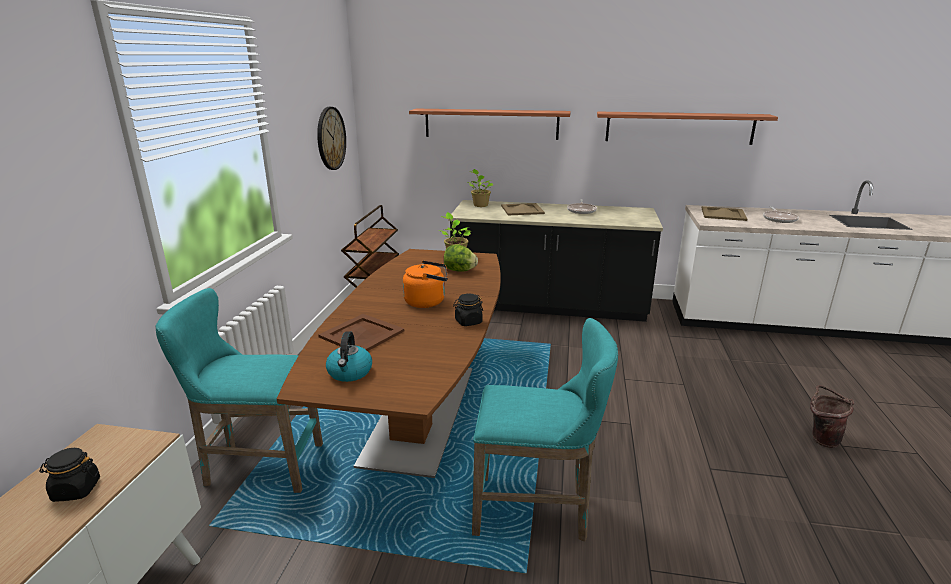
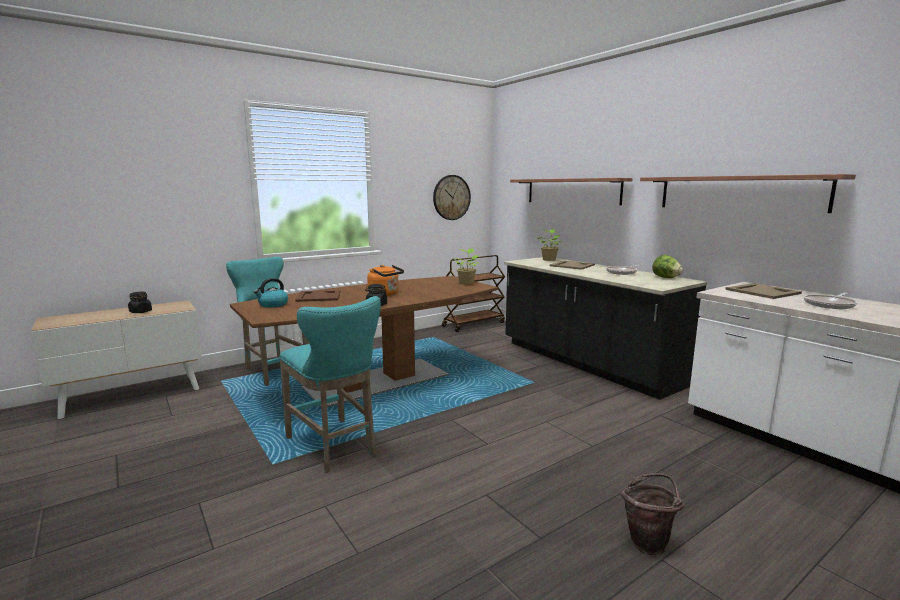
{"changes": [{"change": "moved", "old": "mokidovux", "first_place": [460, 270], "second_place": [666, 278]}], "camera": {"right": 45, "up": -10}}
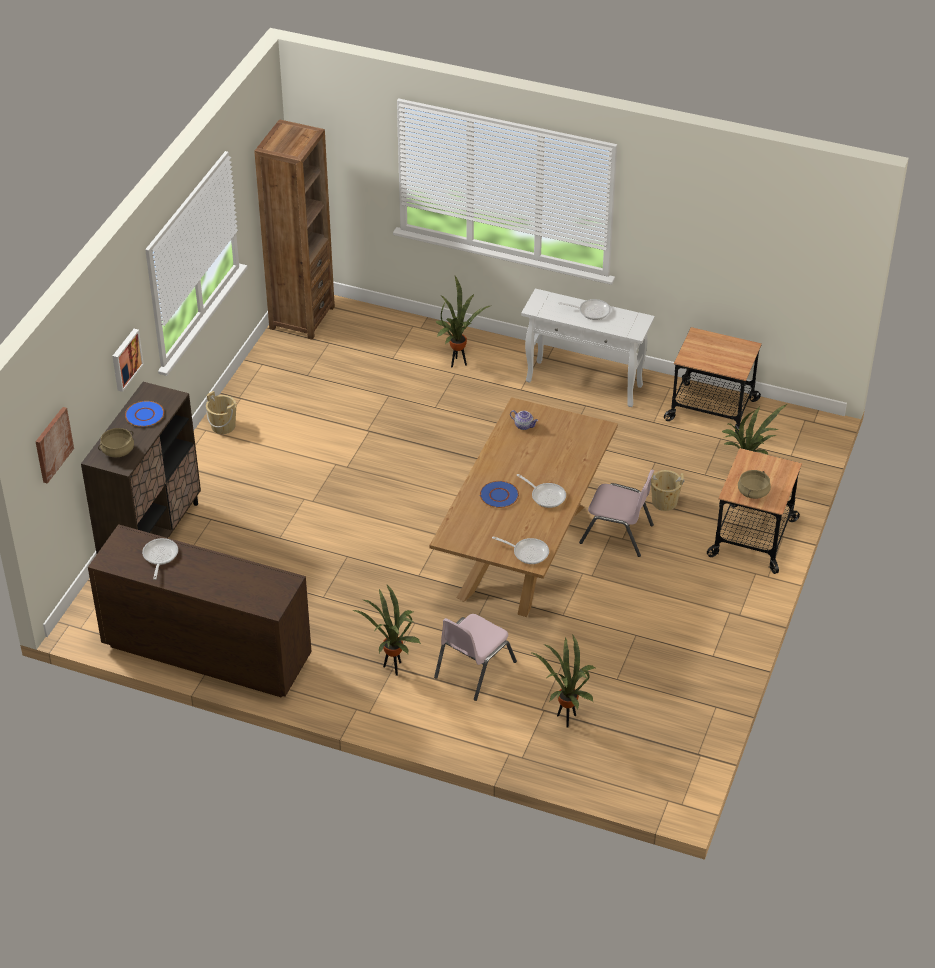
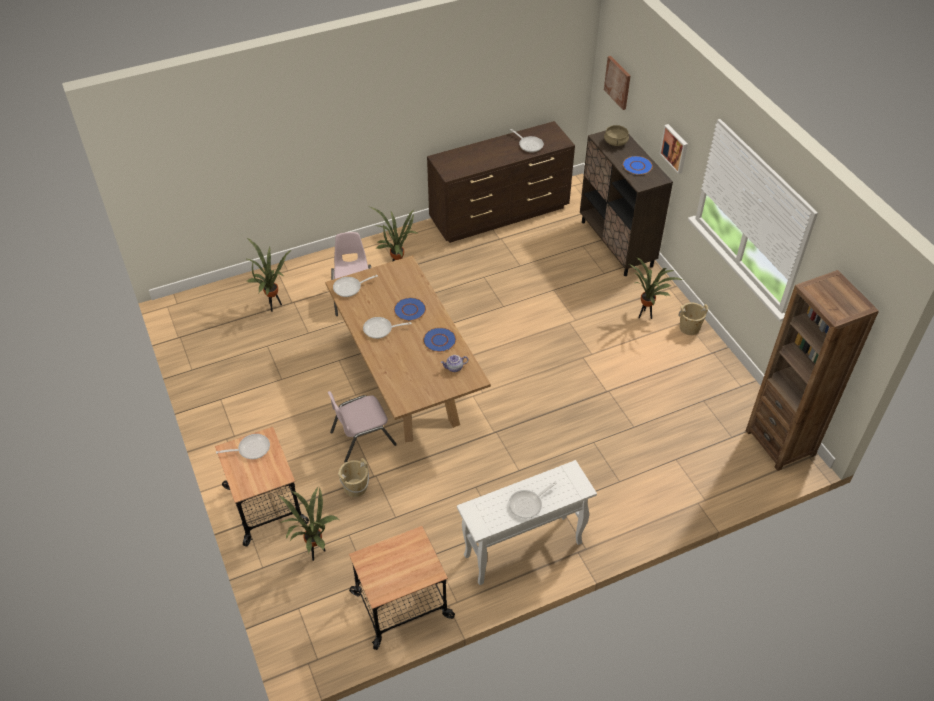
{"changes": [{"change": "moved", "old": "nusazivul", "first_place": [458, 362], "second_place": [645, 316]}, {"change": "replaced", "old": "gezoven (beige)", "new": "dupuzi", "first_place": [753, 492], "second_place": [251, 449]}, {"change": "added", "new": "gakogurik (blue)", "second_place": [439, 340]}], "camera": {"right": 135, "up": 5}}
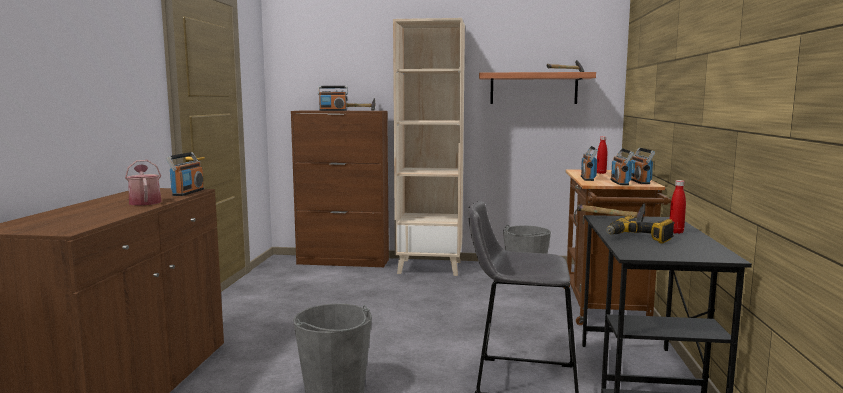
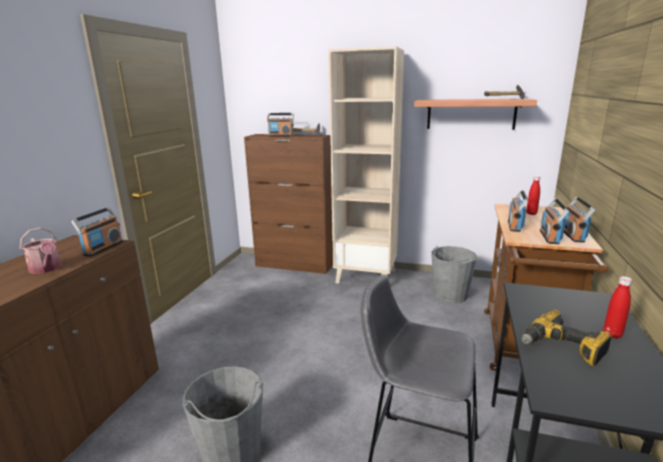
{"changes": [{"change": "turned", "old": "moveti", "first_place": [145, 202], "second_place": [47, 269], "degrees": 150}, {"change": "removed", "old": "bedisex", "first_place": [611, 219]}], "camera": {"right": 10, "up": 10}}
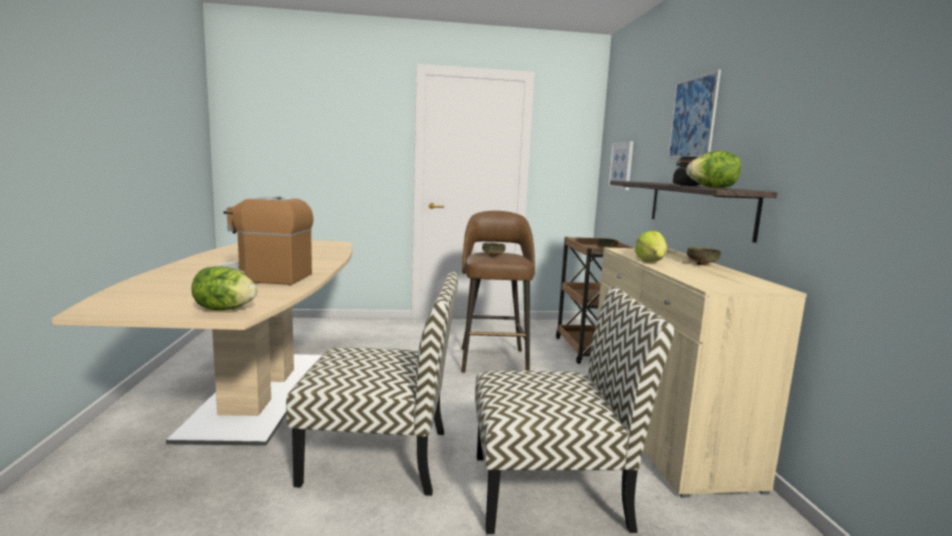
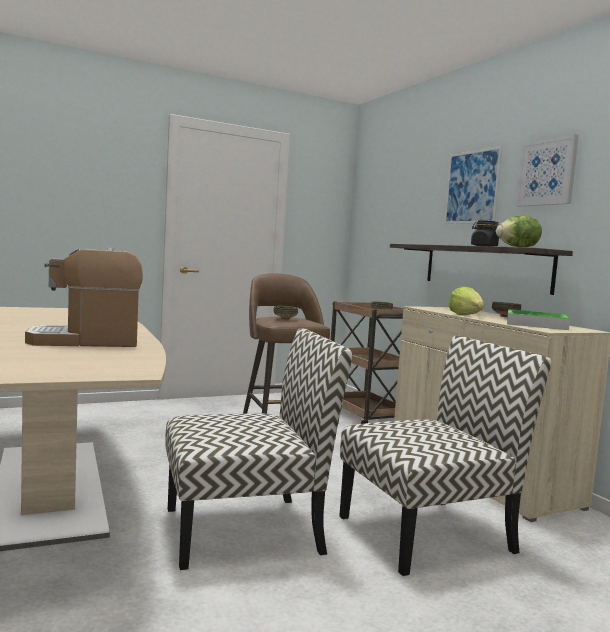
{"changes": [{"change": "removed", "old": "mokidovux", "first_place": [224, 309]}, {"change": "moved", "old": "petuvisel", "first_place": [621, 165], "second_place": [547, 172]}, {"change": "added", "new": "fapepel", "second_place": [536, 324]}], "camera": {"right": -20, "up": -5}}
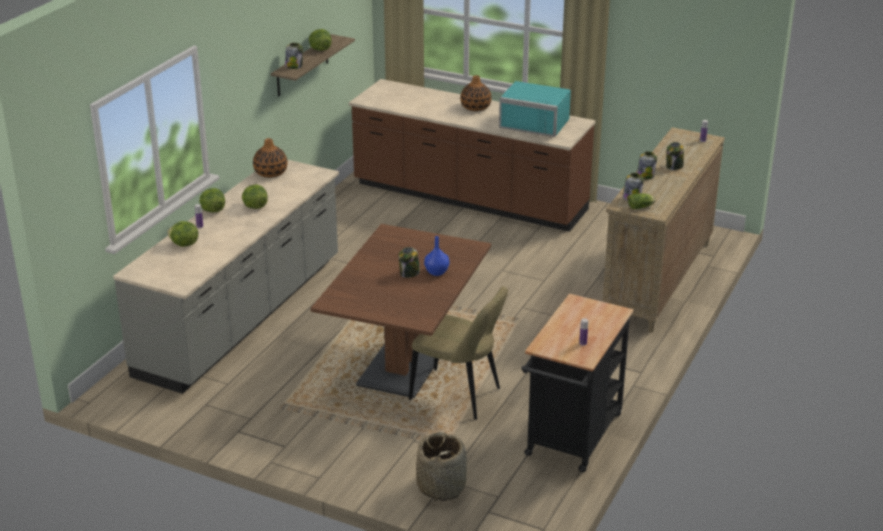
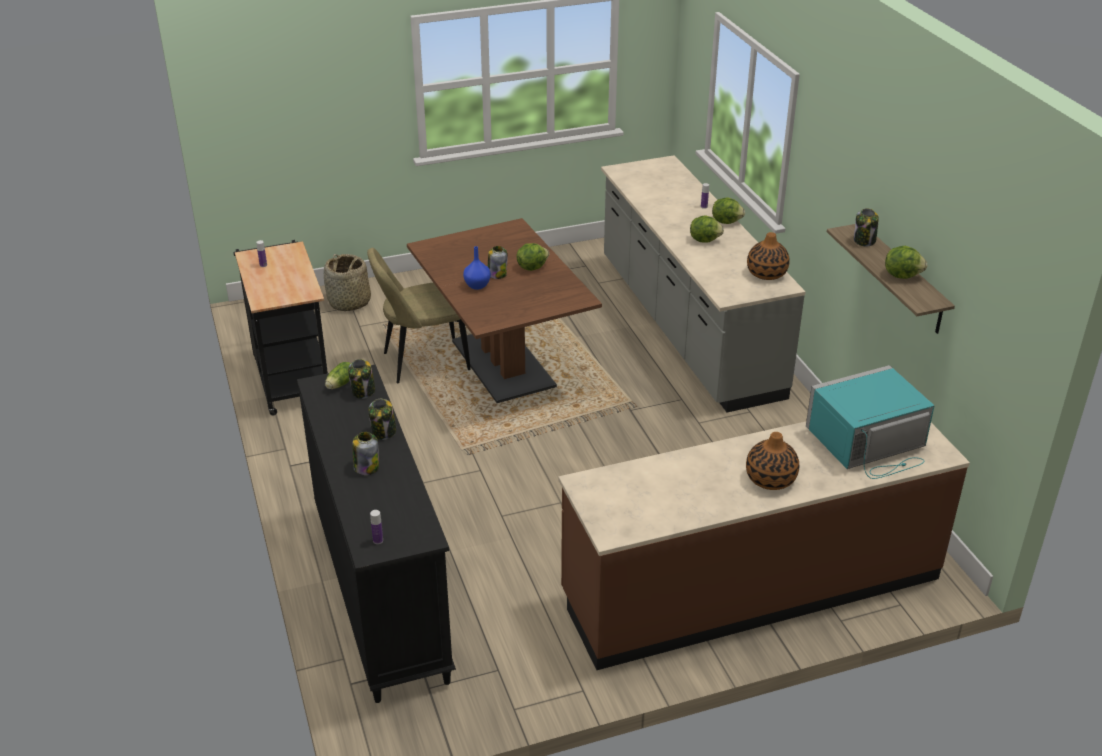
{"changes": [{"change": "moved", "old": "mokidovux", "first_place": [184, 244], "second_place": [531, 267]}, {"change": "moved", "old": "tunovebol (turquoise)", "first_place": [536, 123], "second_place": [868, 444]}, {"change": "recoloured", "old": "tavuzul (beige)", "new": "tavuzul (black)", "first_place": [657, 281], "second_place": [380, 592]}], "camera": {"right": 135, "up": 5}}
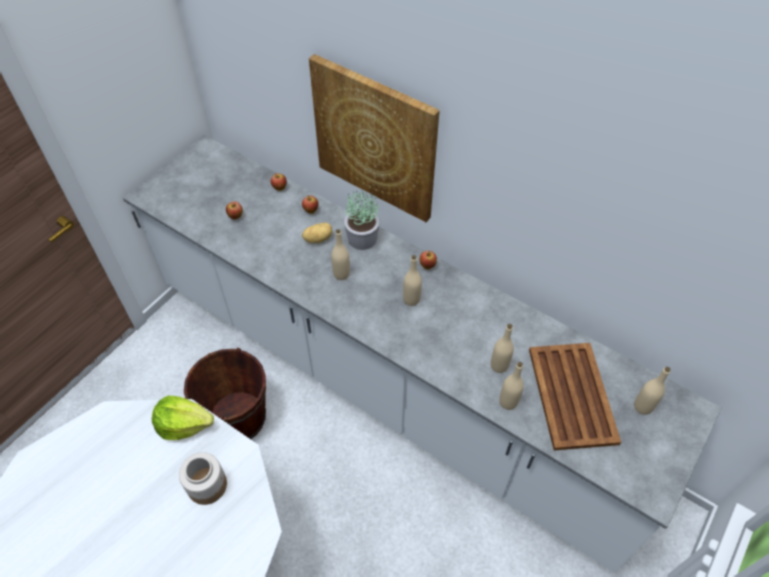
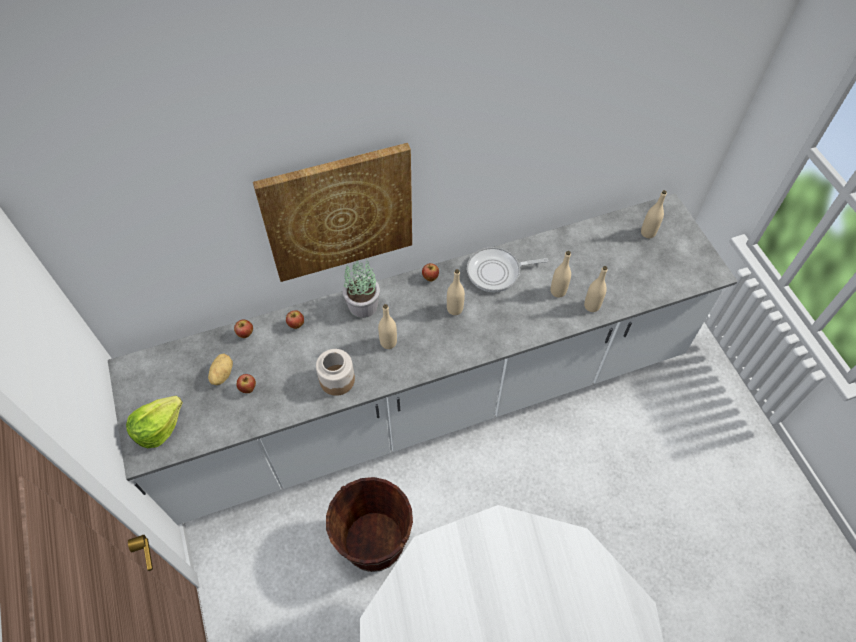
{"changes": [{"change": "moved", "old": "mokidovux", "first_place": [184, 424], "second_place": [158, 428]}, {"change": "moved", "old": "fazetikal", "first_place": [207, 485], "second_place": [337, 379]}, {"change": "moved", "old": "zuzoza", "first_place": [318, 238], "second_place": [221, 374]}, {"change": "removed", "old": "fapepel (brown)", "first_place": [572, 396]}, {"change": "added", "new": "dupuzi", "second_place": [497, 272]}], "camera": {"right": -55, "up": 5}}
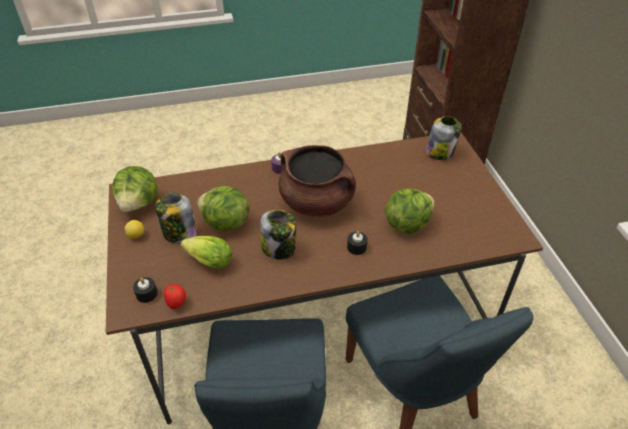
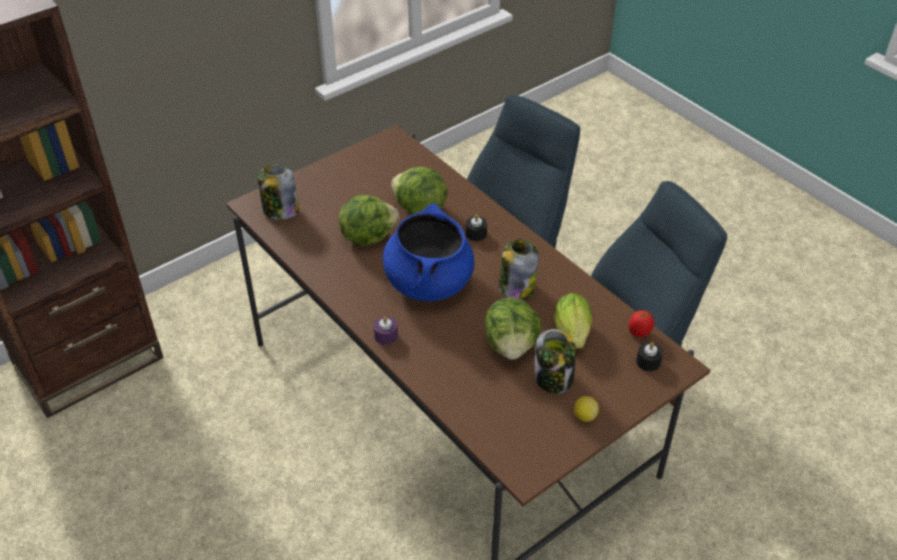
{"changes": [{"change": "moved", "old": "mokidovux", "first_place": [139, 203], "second_place": [367, 236]}, {"change": "recoloured", "old": "gezoven (brown)", "new": "gezoven (blue)", "first_place": [317, 202], "second_place": [428, 282]}], "camera": {"right": -115, "up": 0}}
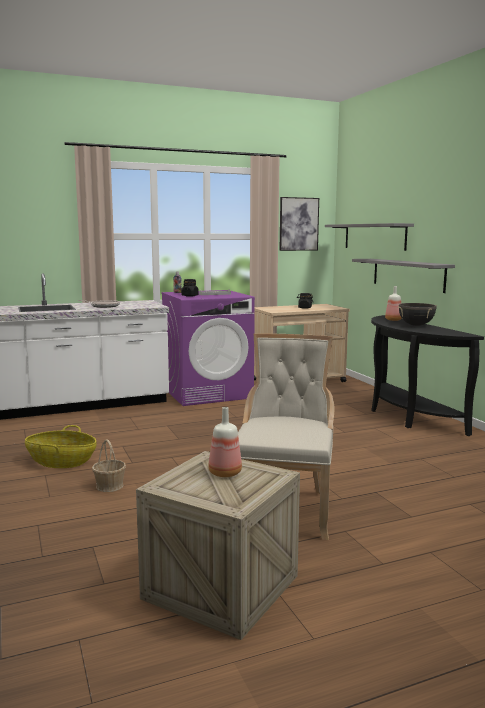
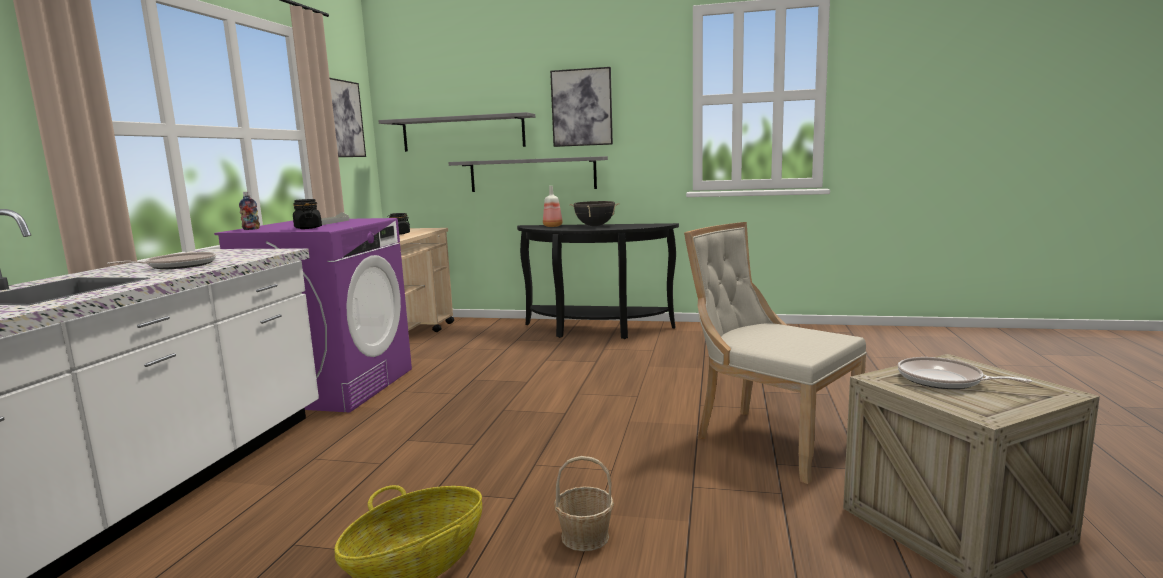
{"changes": [{"change": "replaced", "old": "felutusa", "new": "dupuzi", "first_place": [224, 473], "second_place": [944, 380]}, {"change": "added", "new": "petuvisel", "second_place": [582, 107]}], "camera": {"right": -55, "up": 0}}
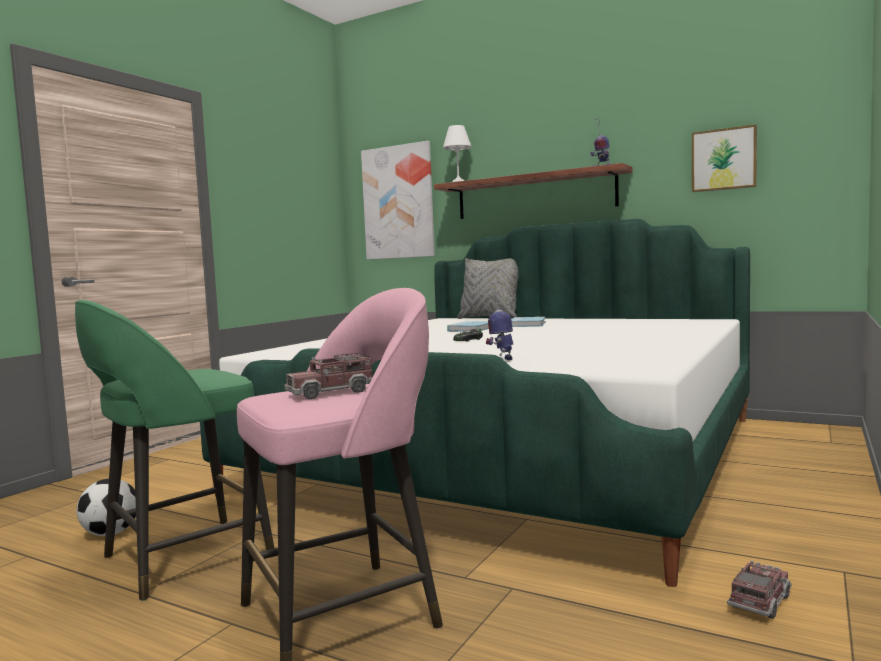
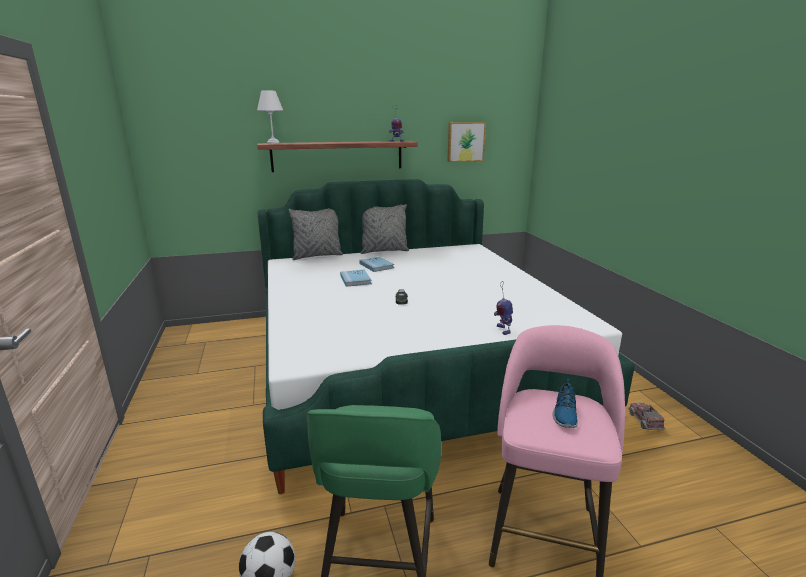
{"changes": [{"change": "replaced", "old": "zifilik", "new": "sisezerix", "first_place": [331, 392], "second_place": [564, 413]}, {"change": "removed", "old": "petuvisel", "first_place": [398, 202]}, {"change": "added", "new": "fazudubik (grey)", "second_place": [384, 251]}], "camera": {"right": -45, "up": 15}}
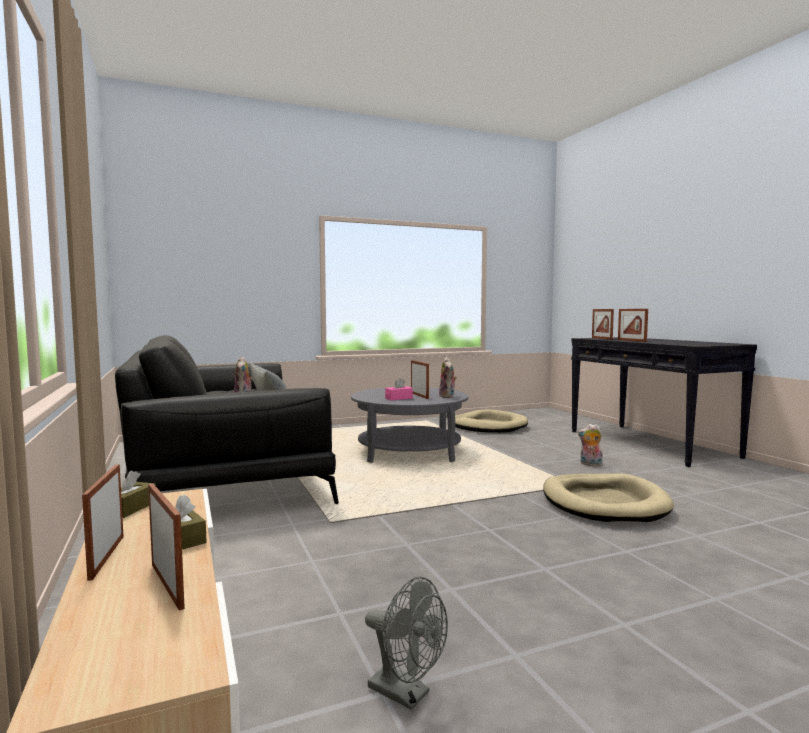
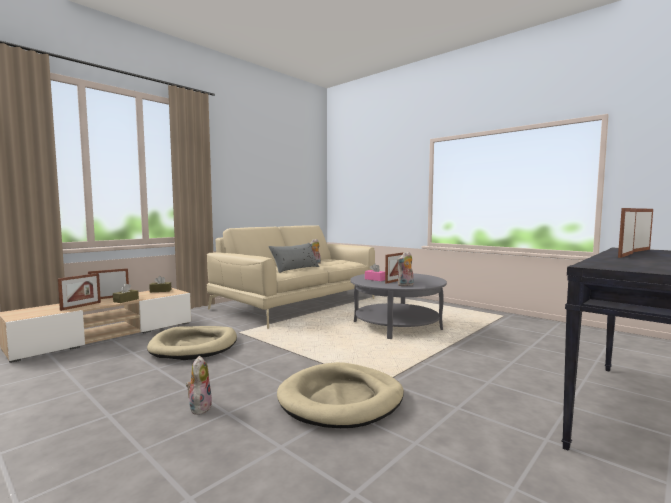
{"changes": [{"change": "recoloured", "old": "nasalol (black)", "new": "nasalol (beige)", "first_place": [224, 474], "second_place": [297, 304]}, {"change": "removed", "old": "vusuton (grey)", "first_place": [407, 694]}, {"change": "moved", "old": "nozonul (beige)", "first_place": [488, 426], "second_place": [194, 346]}, {"change": "moved", "old": "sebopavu", "first_place": [590, 464], "second_place": [199, 407]}], "camera": {"right": 65, "up": 0}}
